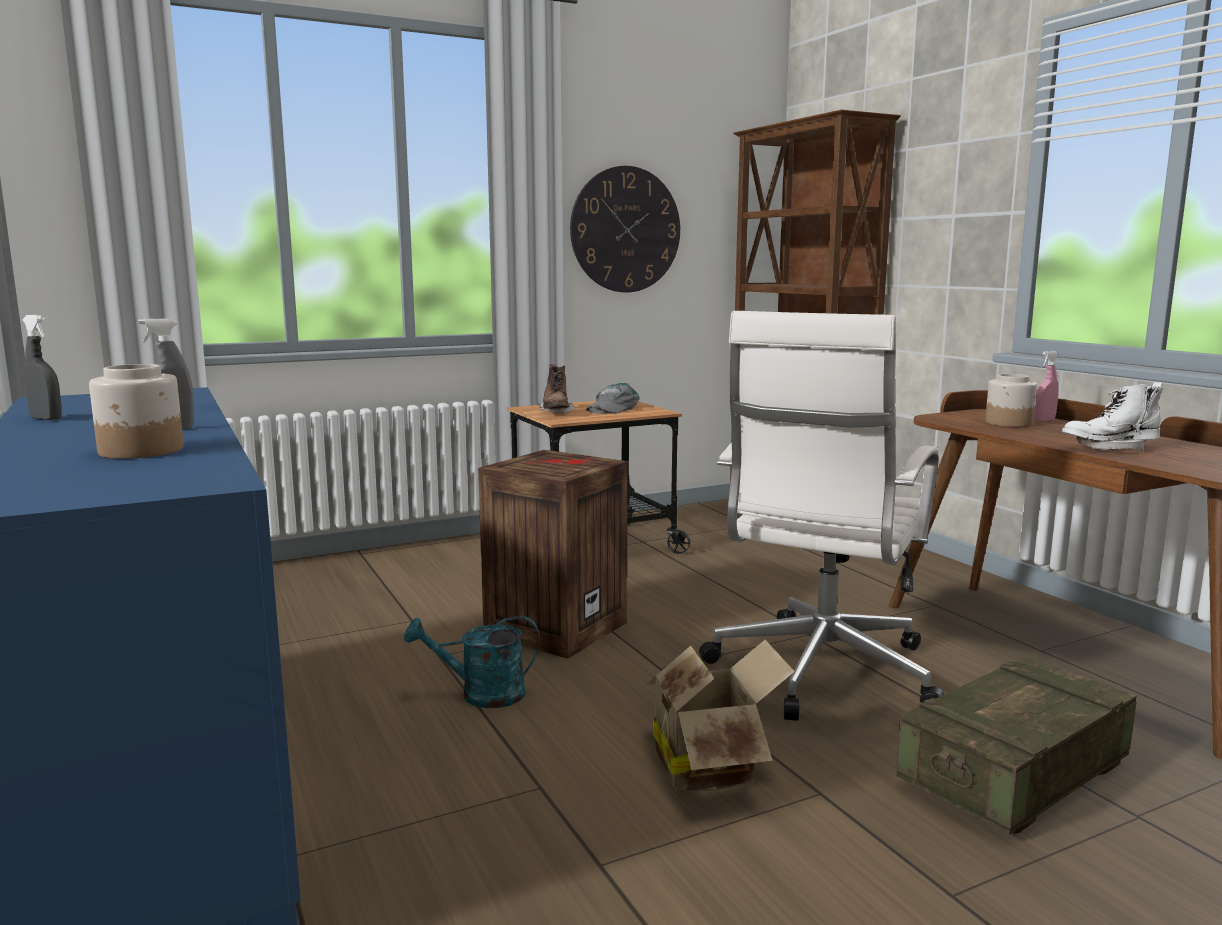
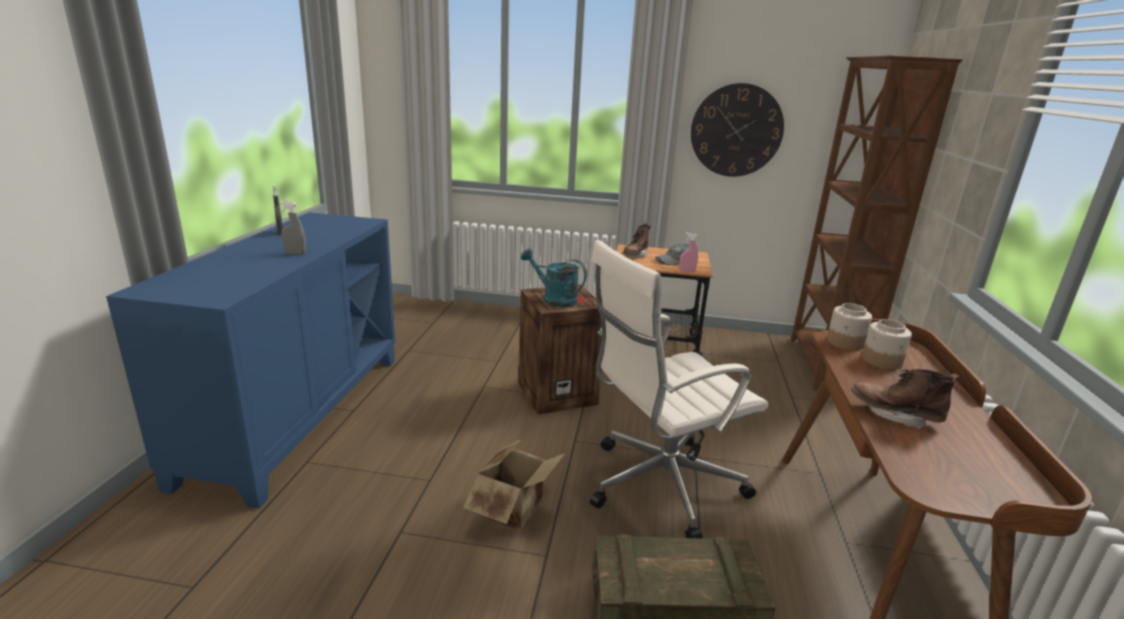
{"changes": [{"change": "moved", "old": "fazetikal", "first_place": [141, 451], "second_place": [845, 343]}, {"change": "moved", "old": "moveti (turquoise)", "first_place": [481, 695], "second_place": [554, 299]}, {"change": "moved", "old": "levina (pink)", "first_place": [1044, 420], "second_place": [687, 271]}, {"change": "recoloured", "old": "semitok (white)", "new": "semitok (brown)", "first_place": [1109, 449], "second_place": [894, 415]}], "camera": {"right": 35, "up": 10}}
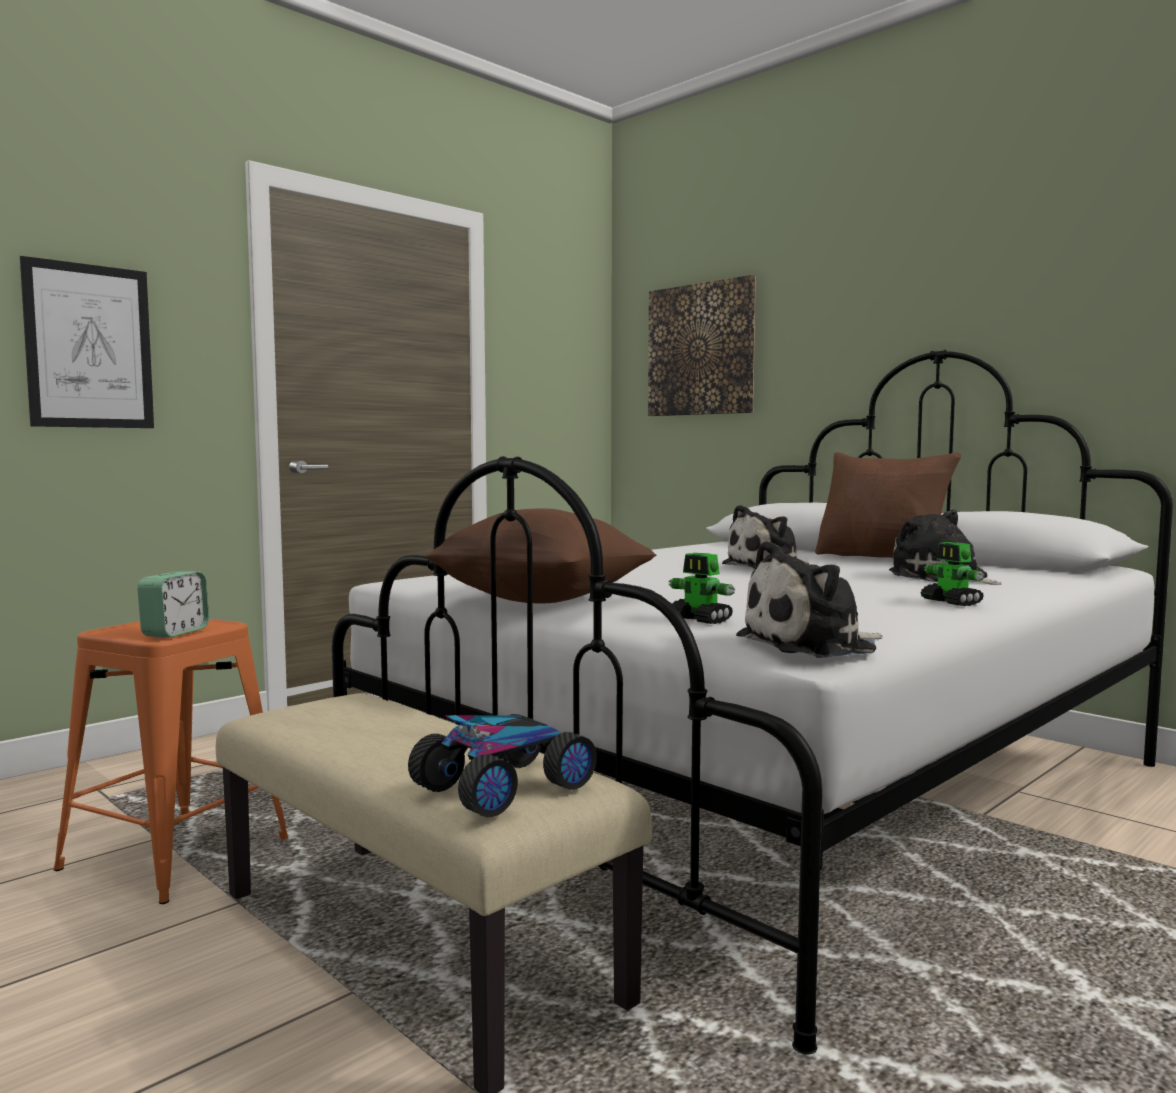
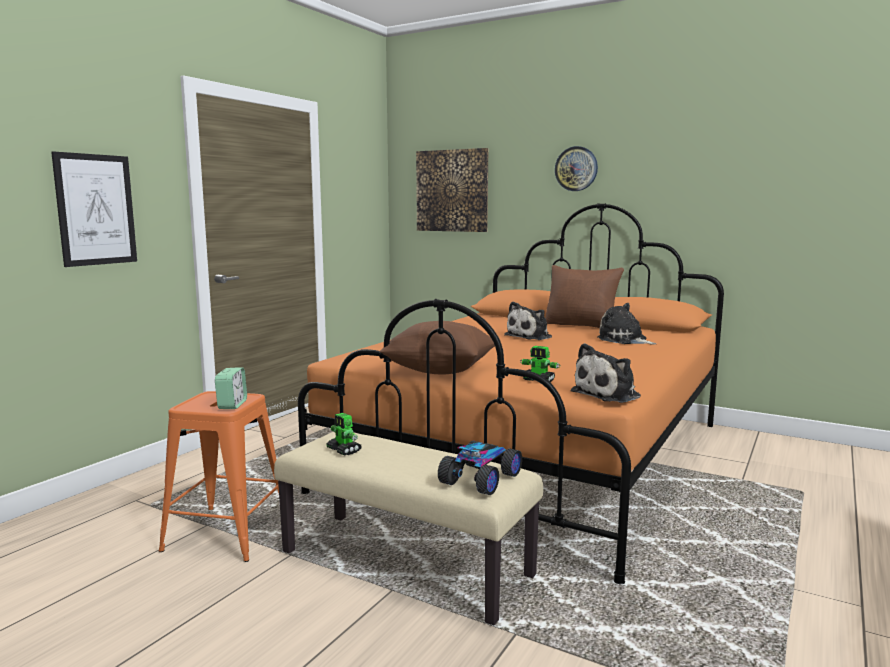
{"changes": [{"change": "recoloured", "old": "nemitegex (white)", "new": "nemitegex (orange)", "first_place": [773, 786], "second_place": [536, 456]}, {"change": "moved", "old": "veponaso", "first_place": [952, 602], "second_place": [344, 450]}, {"change": "added", "new": "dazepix", "second_place": [576, 168]}], "camera": {"right": -15, "up": 5}}
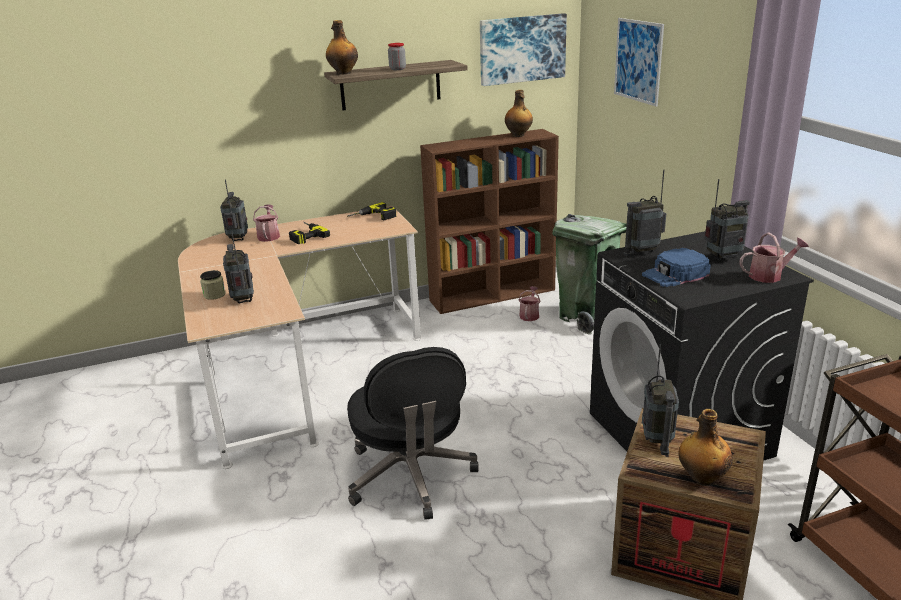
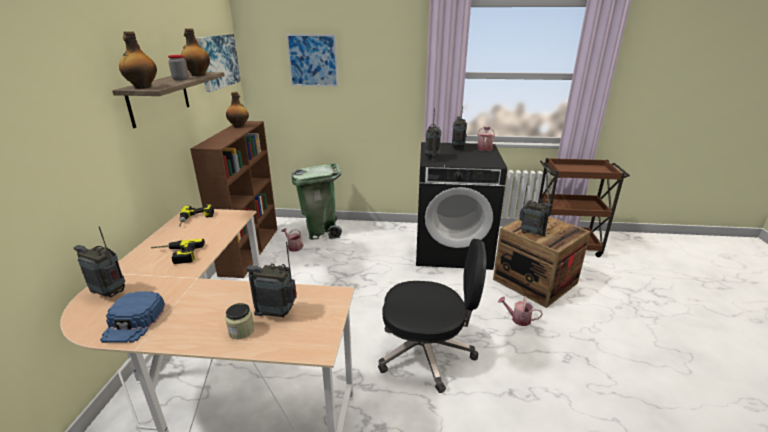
{"changes": [{"change": "moved", "old": "moveti", "first_place": [269, 236], "second_place": [518, 319]}, {"change": "moved", "old": "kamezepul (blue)", "first_place": [675, 274], "second_place": [134, 322]}, {"change": "moved", "old": "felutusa", "first_place": [702, 478], "second_place": [198, 75]}], "camera": {"right": -65, "up": 0}}
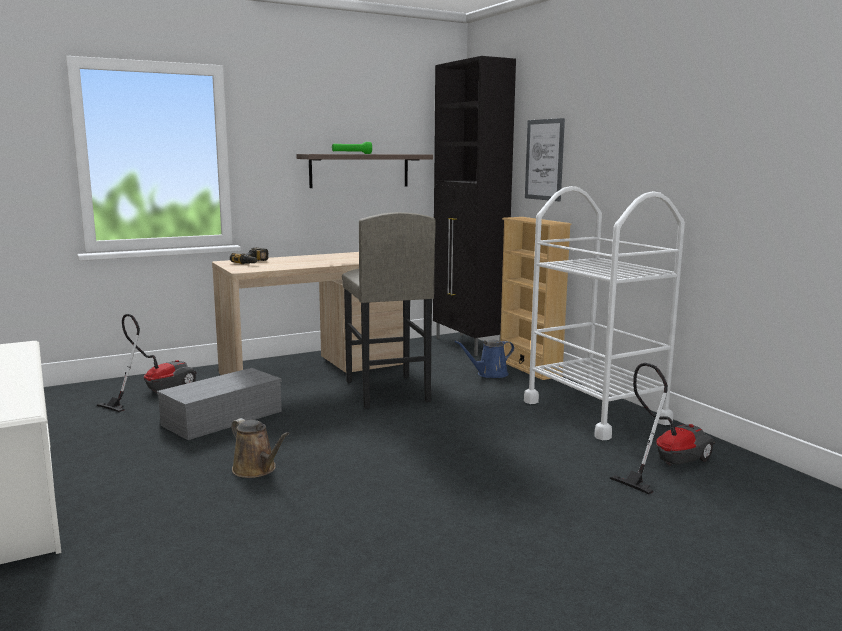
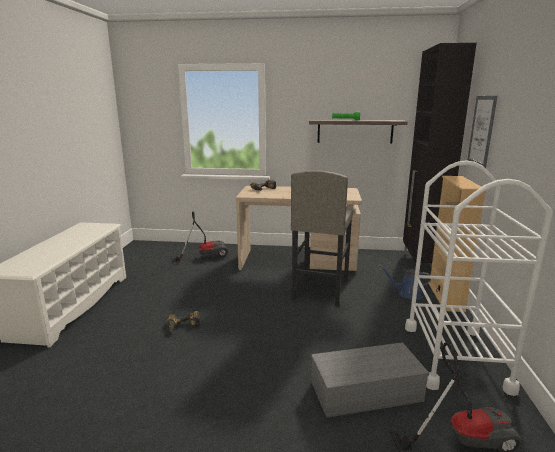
{"changes": [{"change": "moved", "old": "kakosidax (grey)", "first_place": [223, 417], "second_place": [366, 390]}, {"change": "replaced", "old": "moveti (brown)", "new": "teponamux", "first_place": [257, 470], "second_place": [183, 326]}], "camera": {"right": 35, "up": 5}}
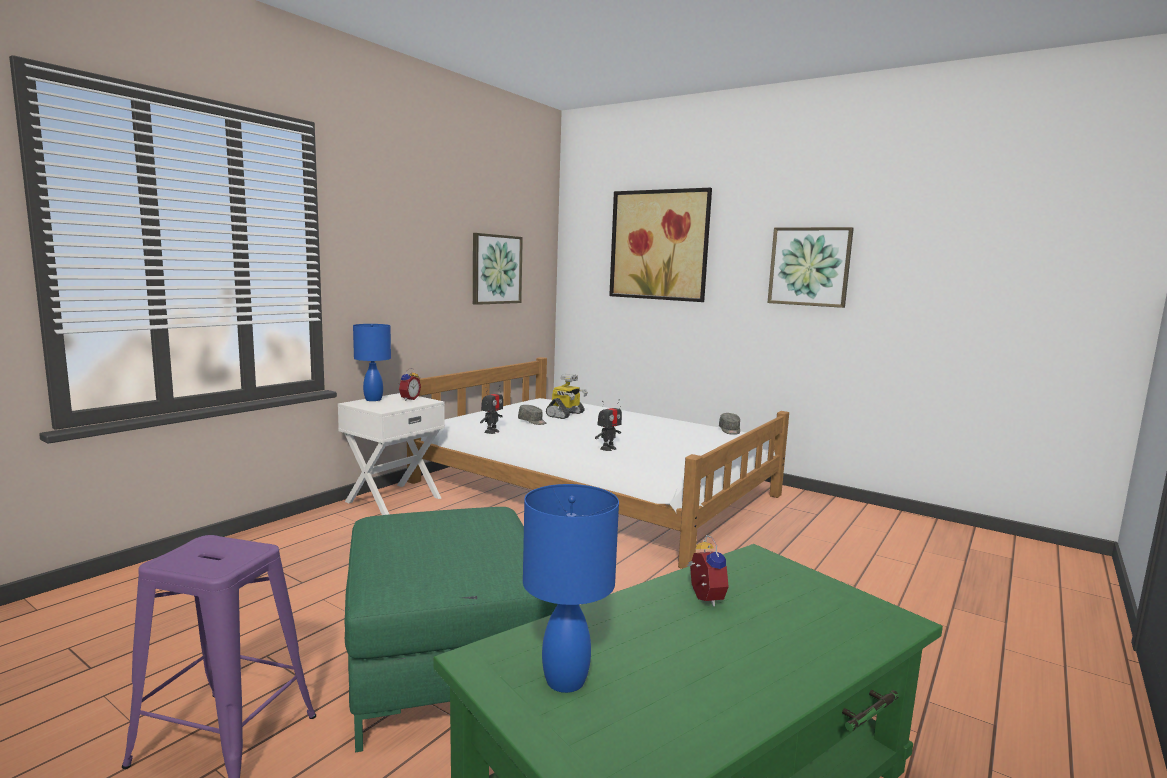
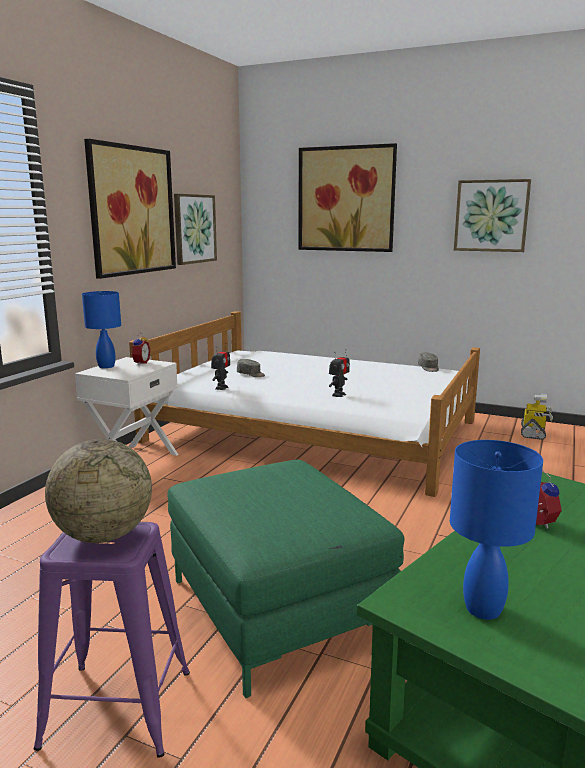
{"changes": [{"change": "moved", "old": "veponaso", "first_place": [565, 415], "second_place": [533, 433]}, {"change": "added", "new": "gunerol", "second_place": [103, 535]}, {"change": "added", "new": "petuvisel", "second_place": [132, 210]}], "camera": {"right": -10, "up": 5}}
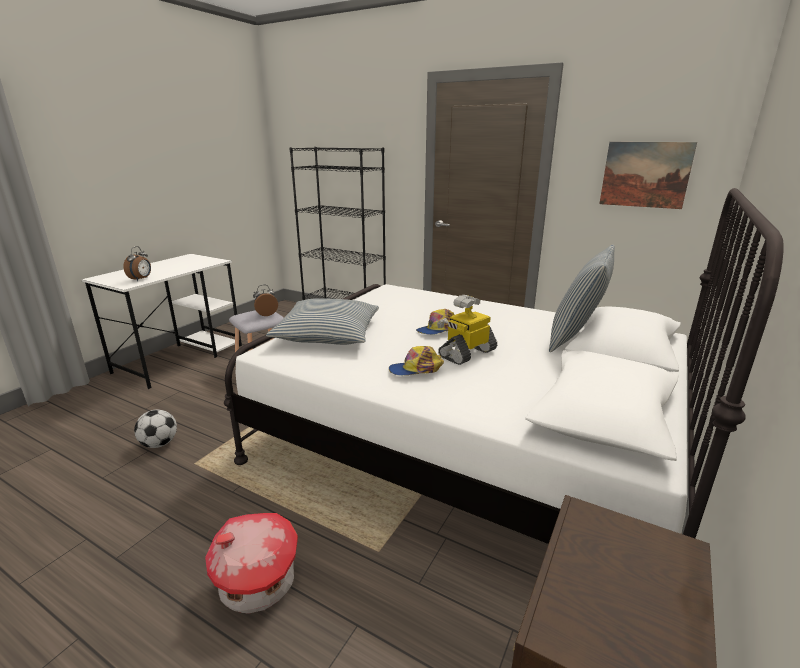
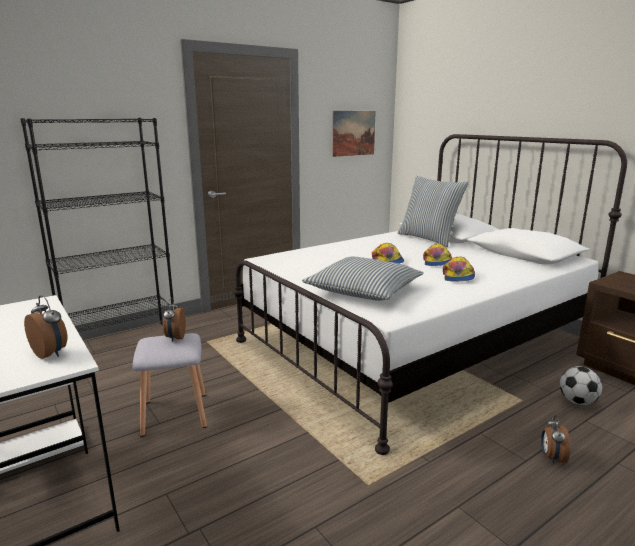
{"changes": [{"change": "moved", "old": "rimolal", "first_place": [159, 444], "second_place": [577, 402]}, {"change": "replaced", "old": "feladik", "new": "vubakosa", "first_place": [257, 585], "second_place": [551, 458]}, {"change": "replaced", "old": "veponaso", "new": "kamezepul", "first_place": [466, 353], "second_place": [437, 262]}], "camera": {"right": -65, "up": -5}}
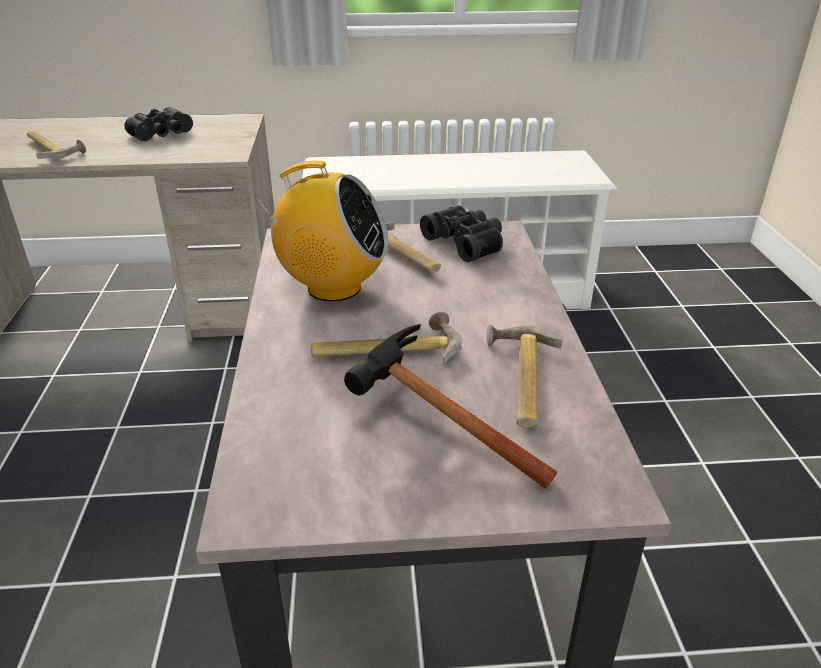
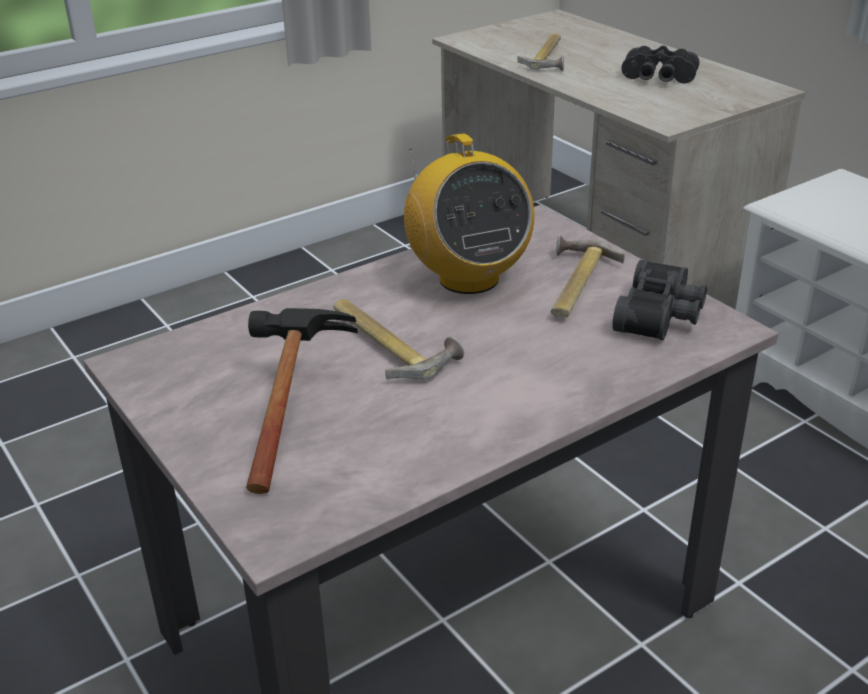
{"changes": [{"change": "removed", "old": "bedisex", "first_place": [519, 380]}], "camera": {"right": 60, "up": 0}}
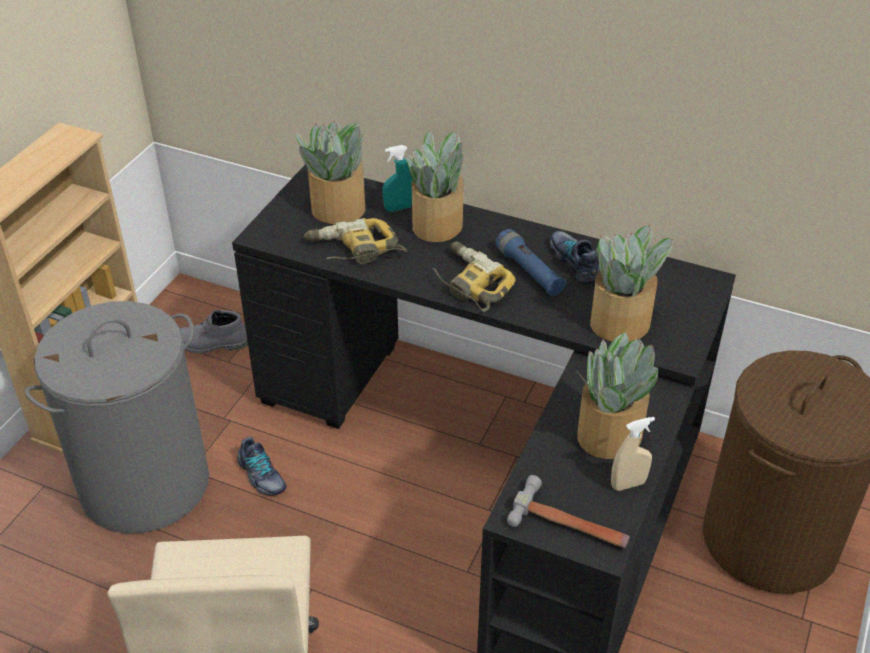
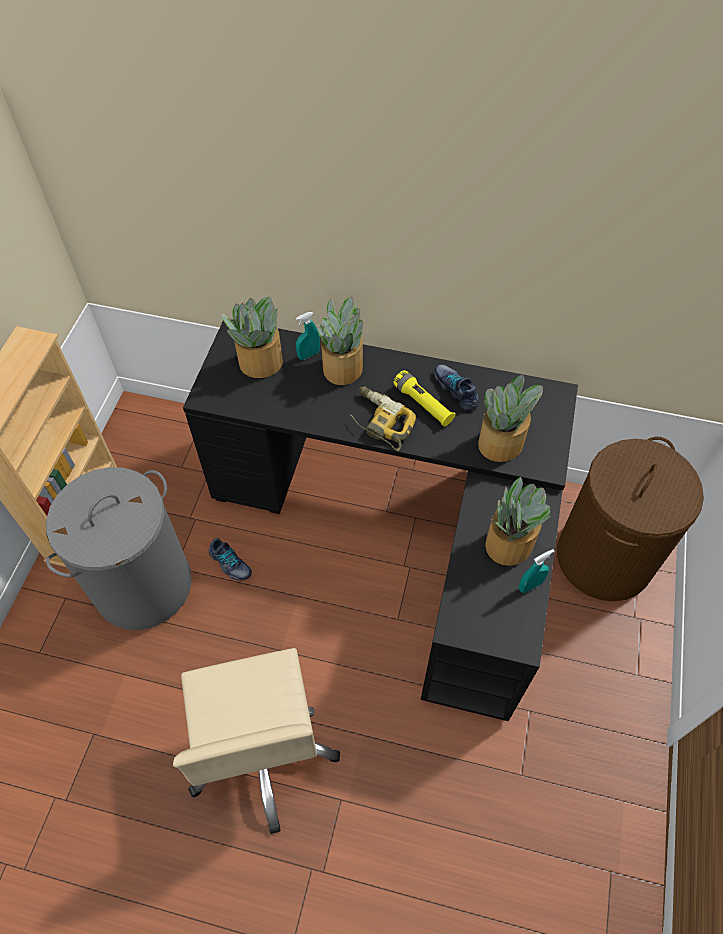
{"changes": [{"change": "removed", "old": "semitok (grey)", "first_place": [211, 344]}, {"change": "removed", "old": "teponamux", "first_place": [355, 251]}, {"change": "recoloured", "old": "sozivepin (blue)", "new": "sozivepin (yellow)", "first_place": [529, 272], "second_place": [423, 404]}, {"change": "removed", "old": "bedisex", "first_place": [570, 525]}, {"change": "recoloured", "old": "levina (beige)", "new": "levina (turquoise)", "first_place": [628, 484], "second_place": [530, 585]}], "camera": {"right": -10, "up": 15}}
